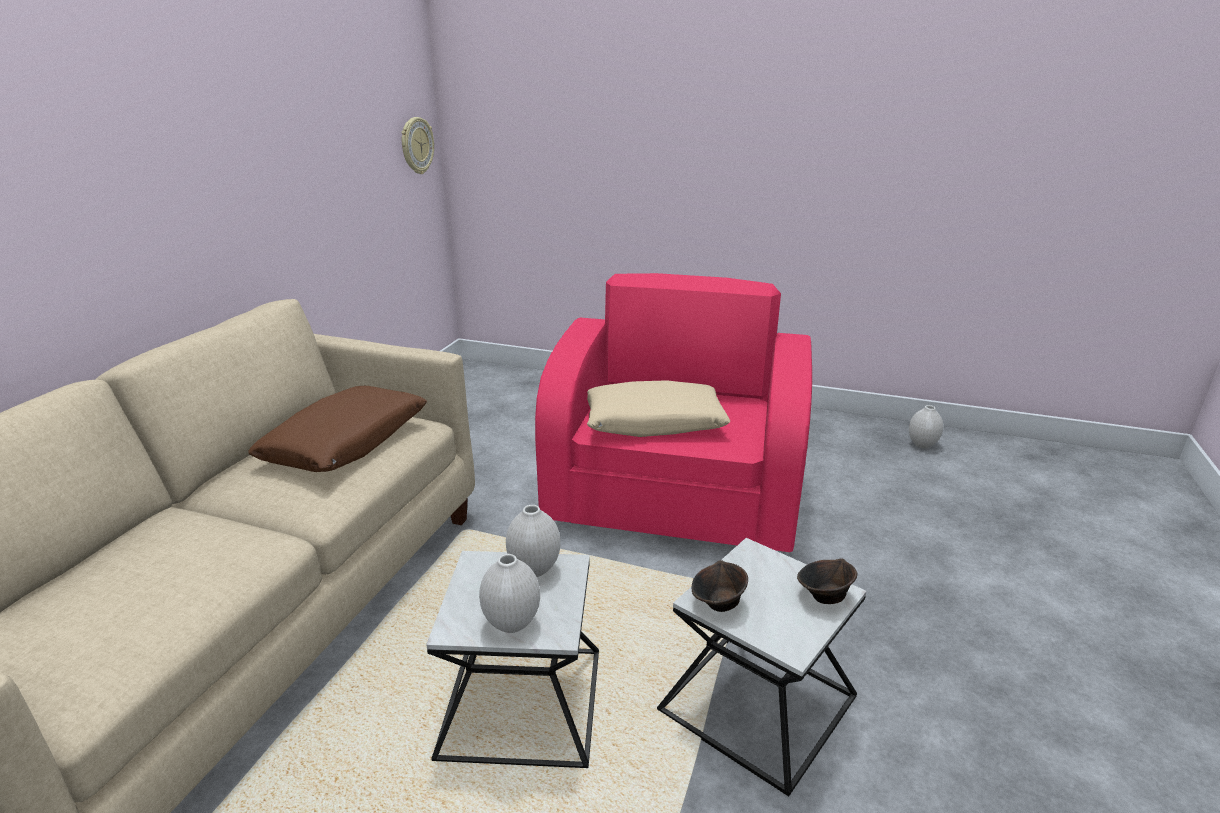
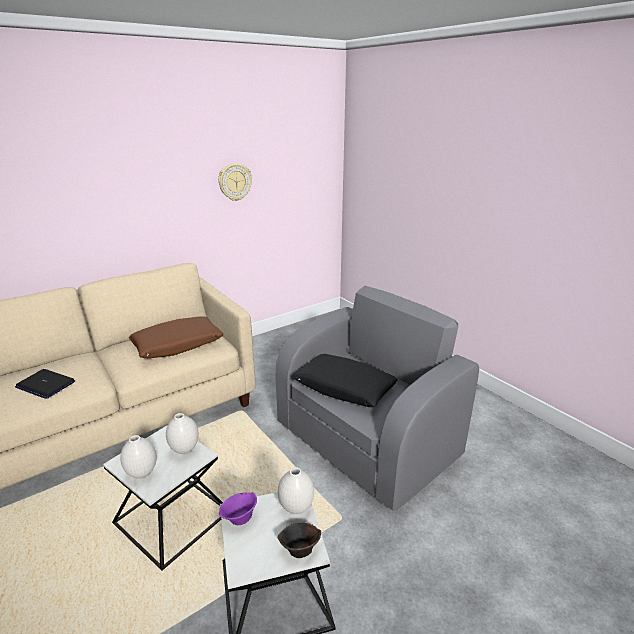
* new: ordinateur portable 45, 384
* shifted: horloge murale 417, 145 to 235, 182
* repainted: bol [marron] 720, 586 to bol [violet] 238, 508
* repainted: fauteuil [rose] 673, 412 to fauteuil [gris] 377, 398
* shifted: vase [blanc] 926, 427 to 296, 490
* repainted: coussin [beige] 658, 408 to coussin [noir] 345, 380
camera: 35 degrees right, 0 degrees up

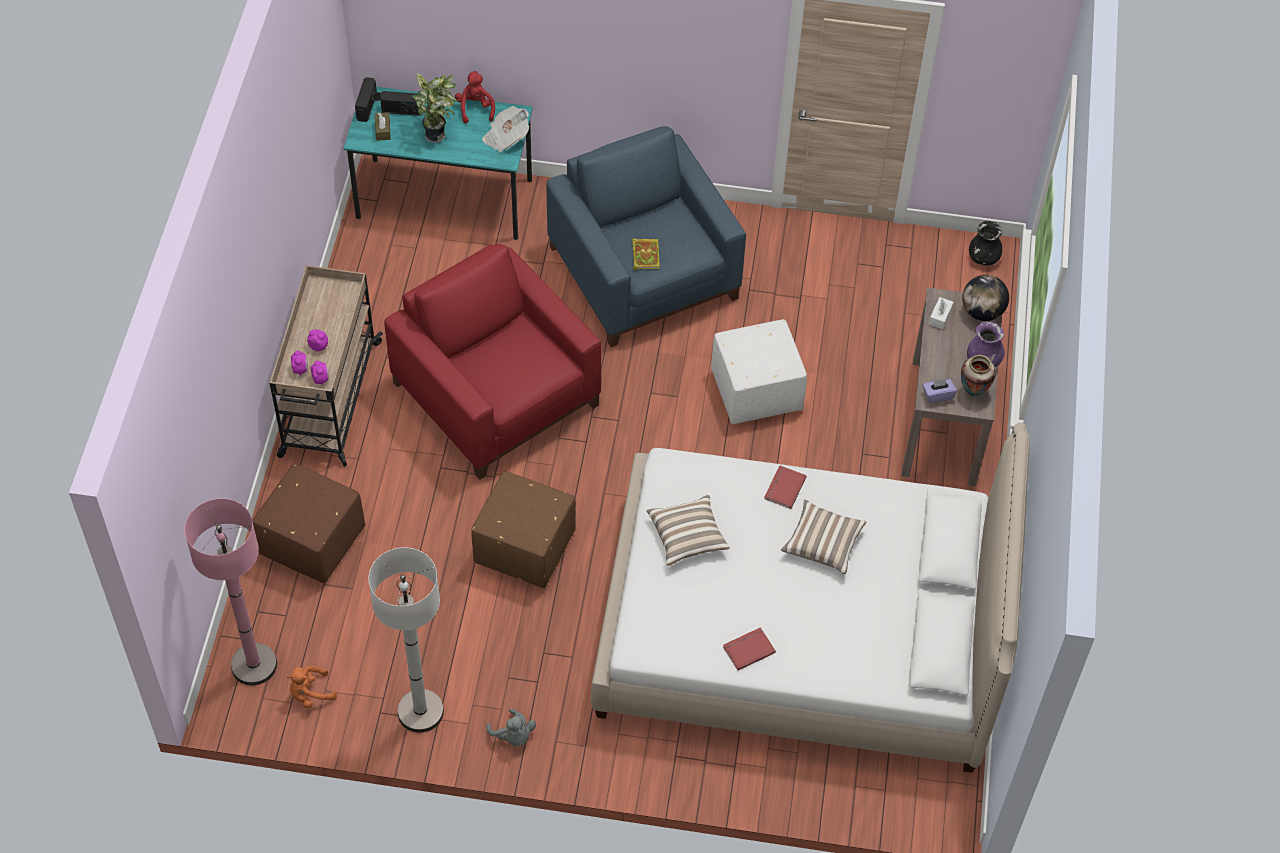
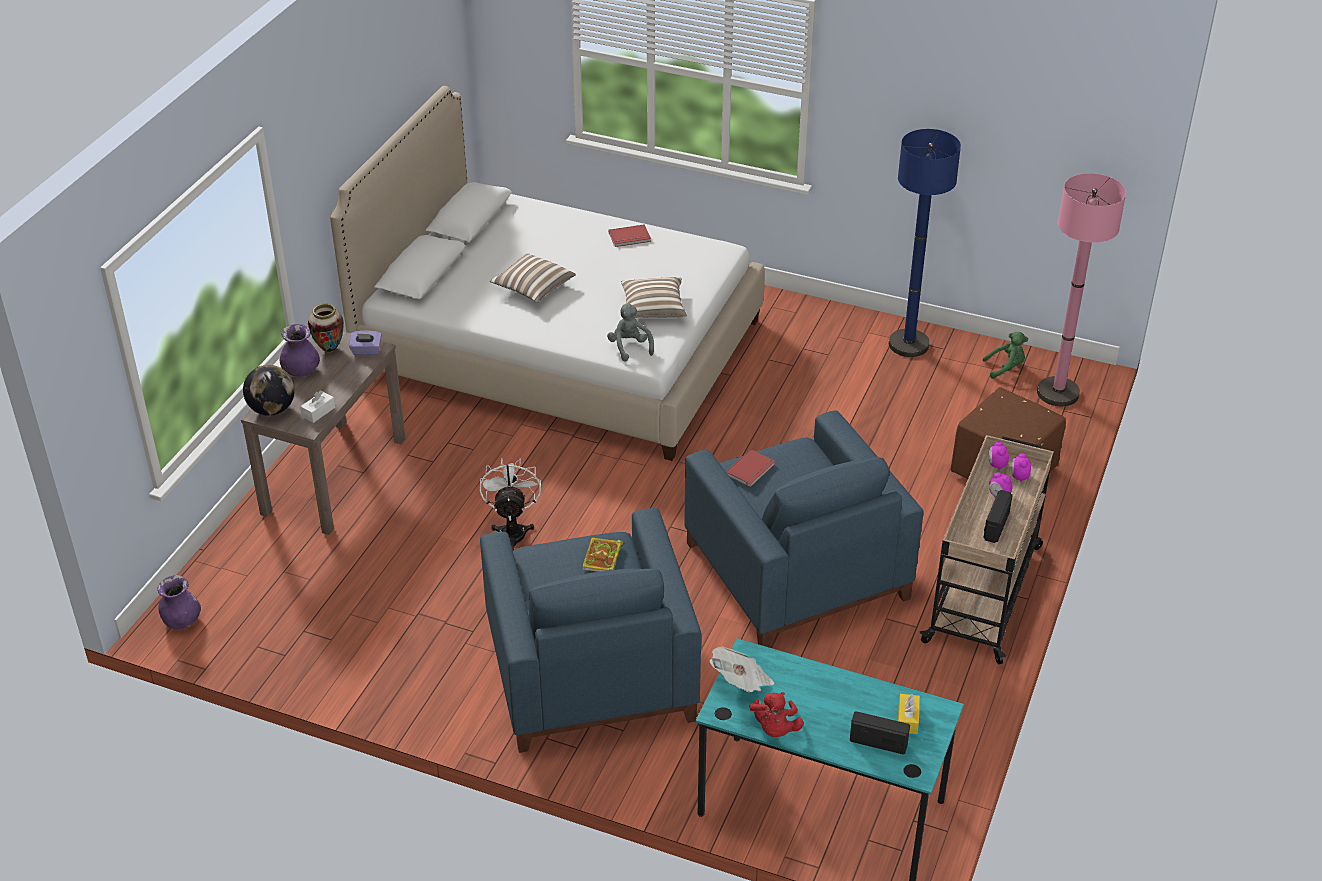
* repainted: vase [noir] 985, 243 to vase [violet] 179, 602
* swapped: pouf [blanc] 759, 371 to ventilateur [blanc] 510, 504
* shifted: peluche [gris] 511, 727 to 630, 332
* repainted: fauteuil [rouge] 493, 362 to fauteuil [bleu] 804, 529
* shifted: livre [rouge] 785, 487 to 750, 468
* repainted: lampadaire [blanc] 406, 640 to lampadaire [bleu] 925, 243
* repainted: boîte à mouchoirs [marron] 383, 126 to boîte à mouchoirs [jaune] 909, 714
* repainted: peluche [orange] 312, 687 to peluche [vert] 1005, 355
* shifted: radio 366, 99 to 998, 516
* gone: plante en pot 434, 108
* gone: pouf [marron] 523, 530
camera: 165 degrees left, 15 degrees down

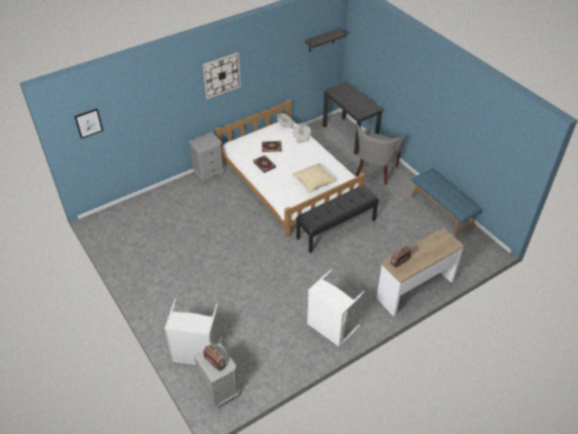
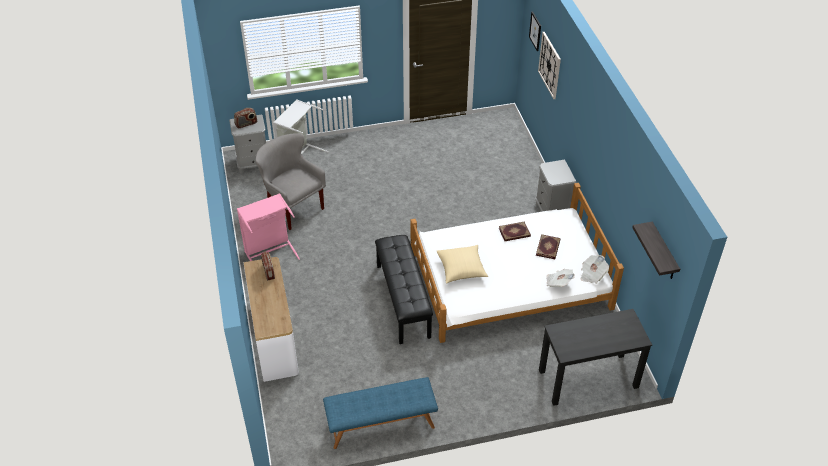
* repainted: panier à linge [blanc] 336, 308 to panier à linge [rose] 268, 227
* shifted: fauteuil [gris] 380, 155 to 291, 181
* shifted: horloge murale 222, 75 to 549, 65
camera: 110 degrees right, 0 degrees up

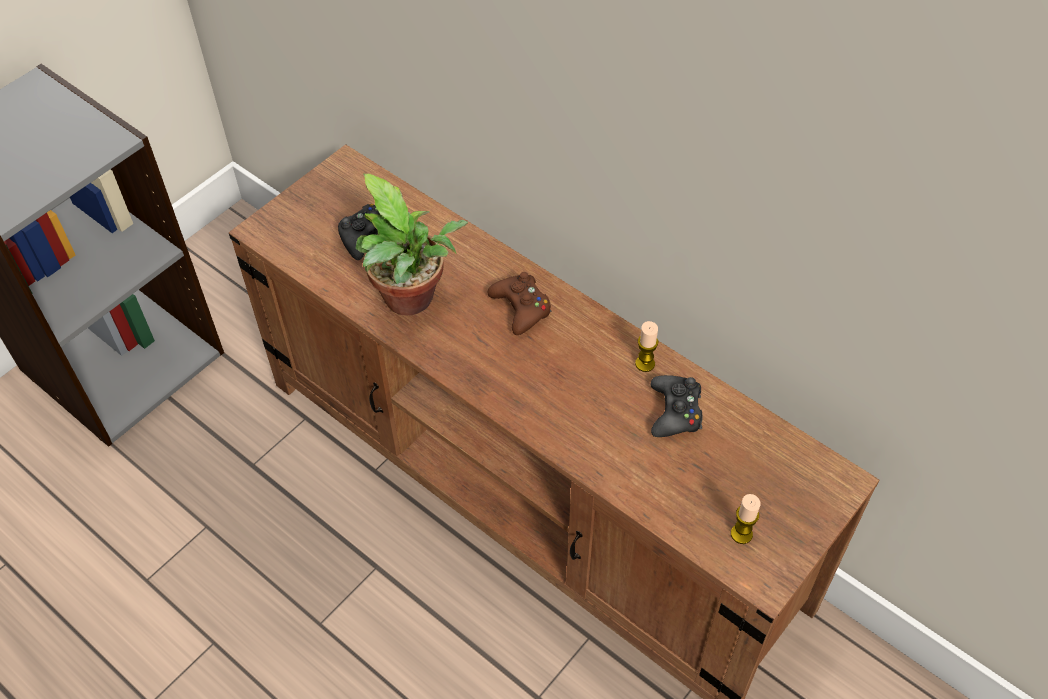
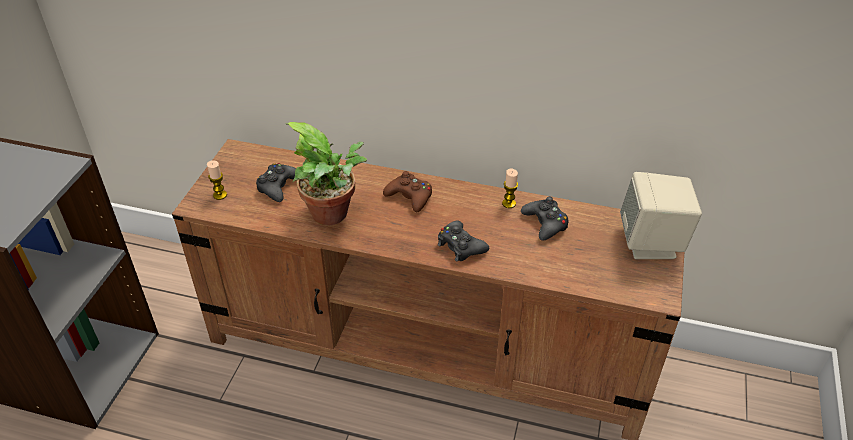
* shifted: bougie 745, 519 to 217, 180
* new: manette [noir] 463, 241
* new: enceinte [beige] 661, 215
camera: 25 degrees left, 10 degrees down

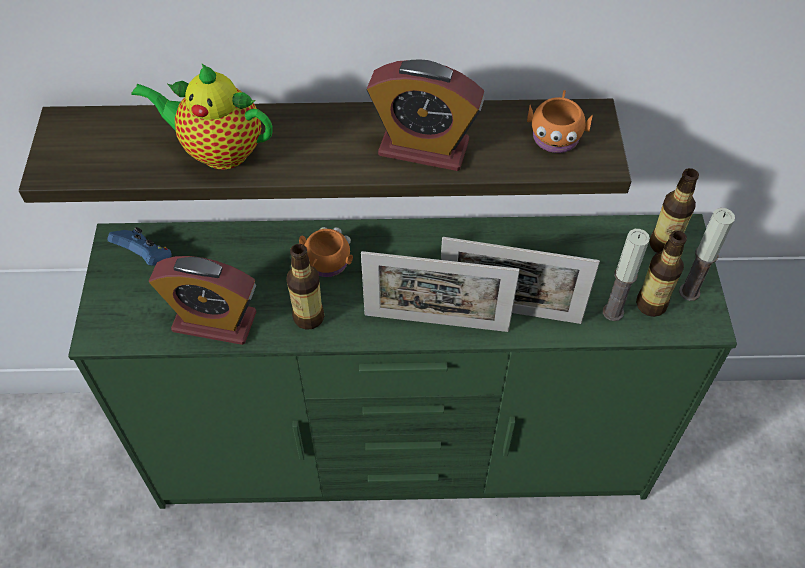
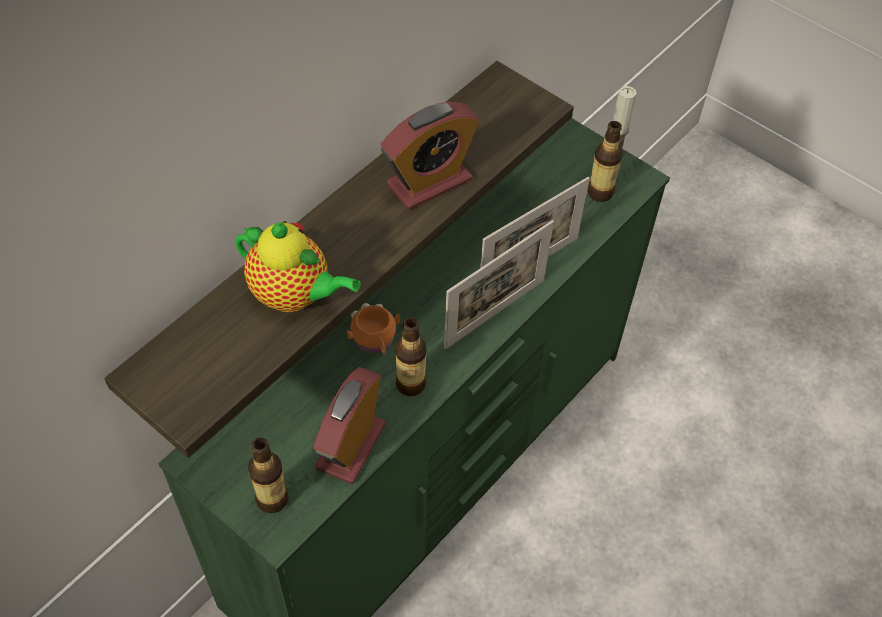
* rotated: théière 202, 116 = 298, 266 120 degrees counterclockwise
* shifted: bouteille 674, 210 to 268, 475
* rotated: réveil 202, 300 = 349, 425 150 degrees clockwise
* gone: manette [bleu] 139, 246
* gone: mug [orange] 560, 121
* gone: bougie 626, 275
camera: 50 degrees left, 0 degrees up

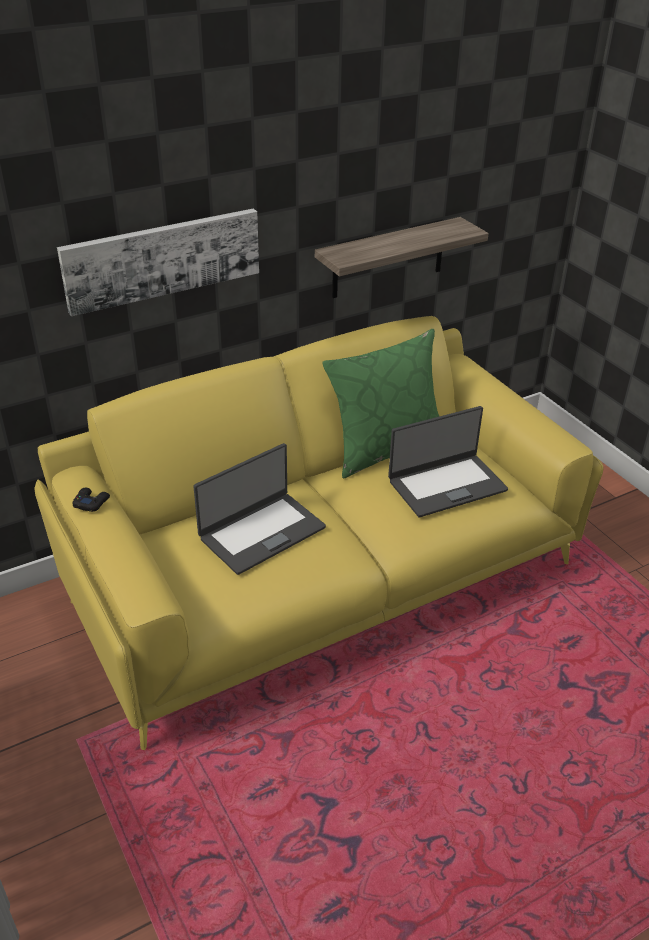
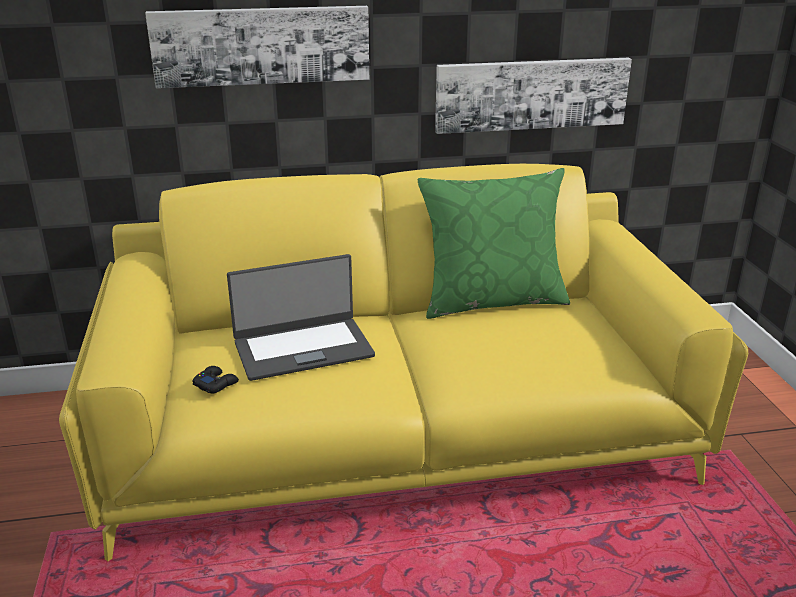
* shifted: manette [noir] 91, 500 to 215, 380
* swapped: étagère 402, 257 to tableau 533, 96
* gone: ordinateur portable 448, 461
camera: 20 degrees right, 10 degrees down

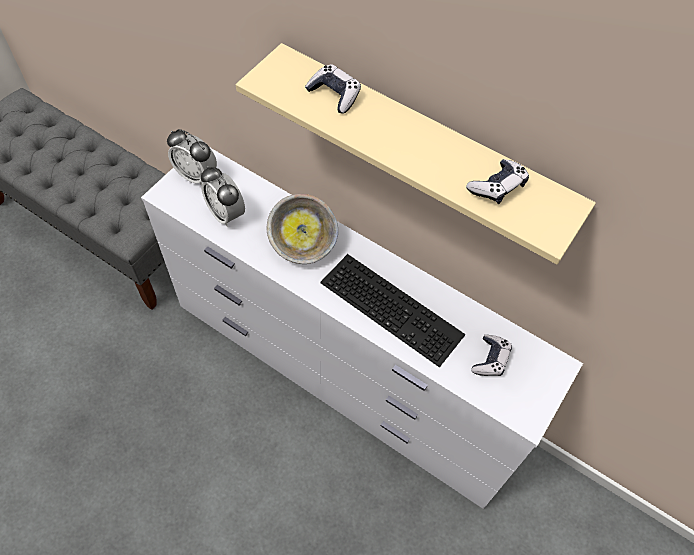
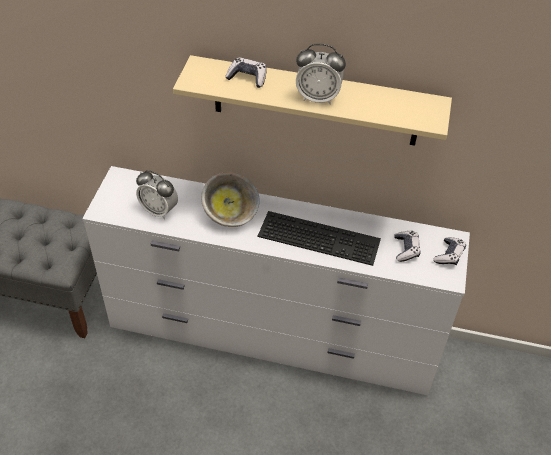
* shifted: réveil 192, 157 to 321, 74
* shifted: manette 497, 181 to 449, 251
camera: 20 degrees left, 10 degrees down

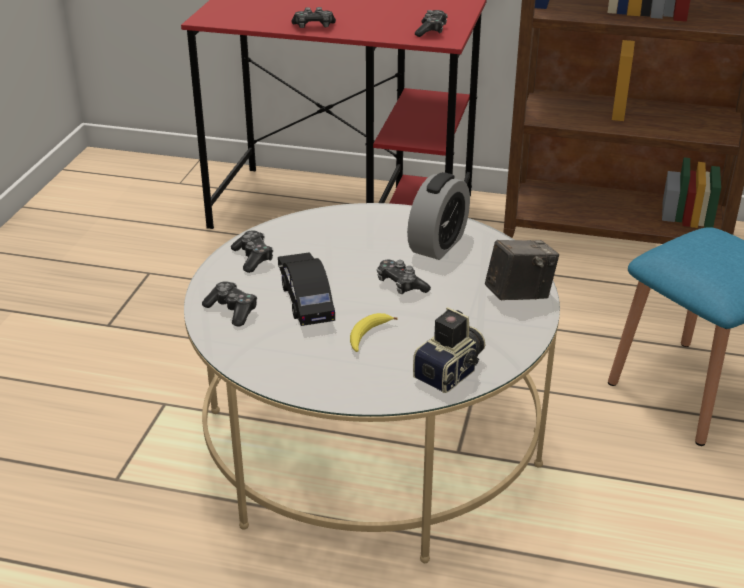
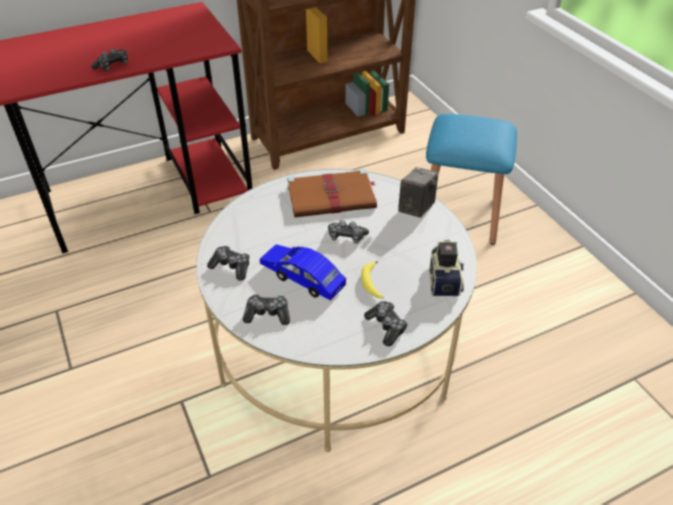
* repainted: petite voiture [noir] 306, 289 to petite voiture [bleu] 303, 272
* swapped: réveil 438, 216 to livre [marron] 332, 193
* shifted: manette 431, 23 to 386, 323
camera: 40 degrees left, 10 degrees up

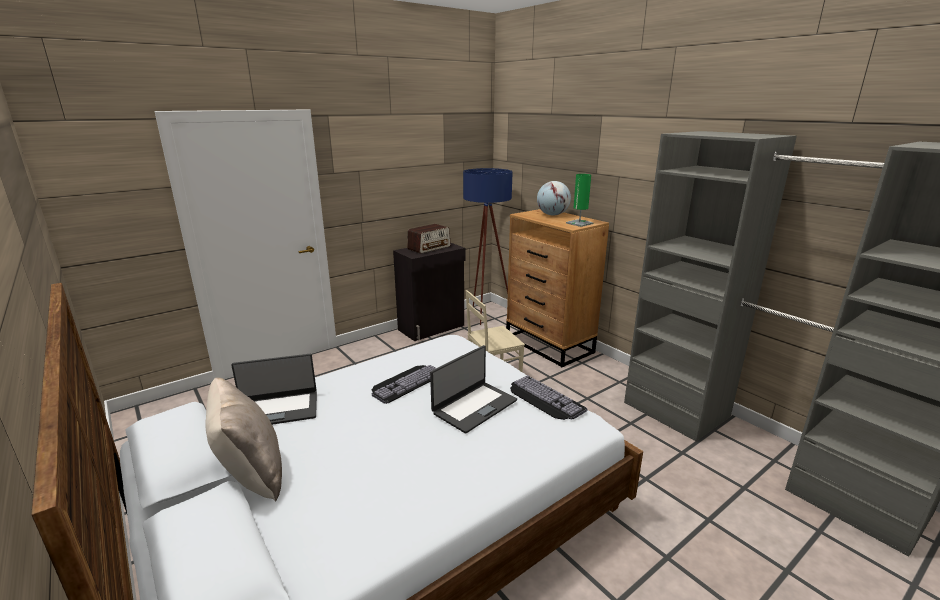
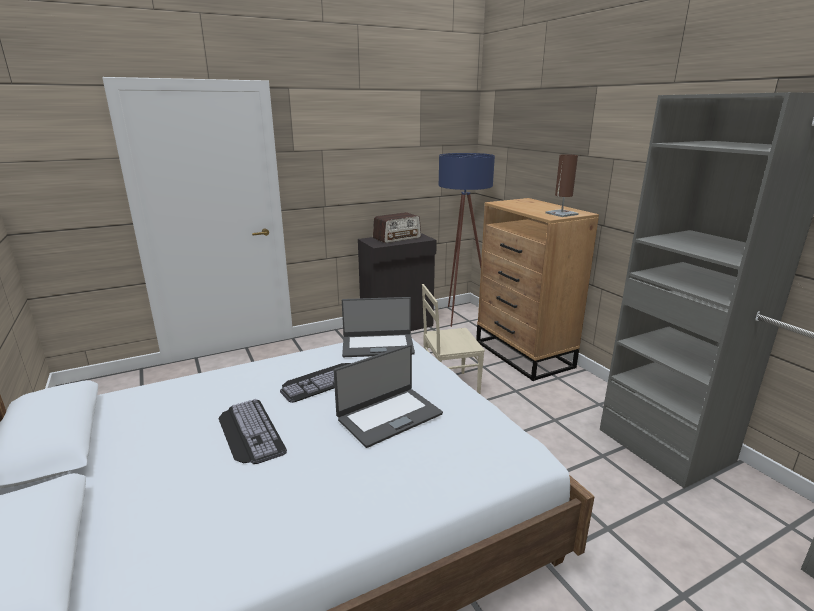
* shifted: clavier 549, 397 to 252, 431
* shifted: ordinateur portable 274, 389 to 378, 327
* repainted: lampe de table [vert] 579, 200 to lampe de table [marron] 562, 185
* gone: coussin [beige] 243, 439
* gone: globe 554, 198
camera: 10 degrees right, 0 degrees up

